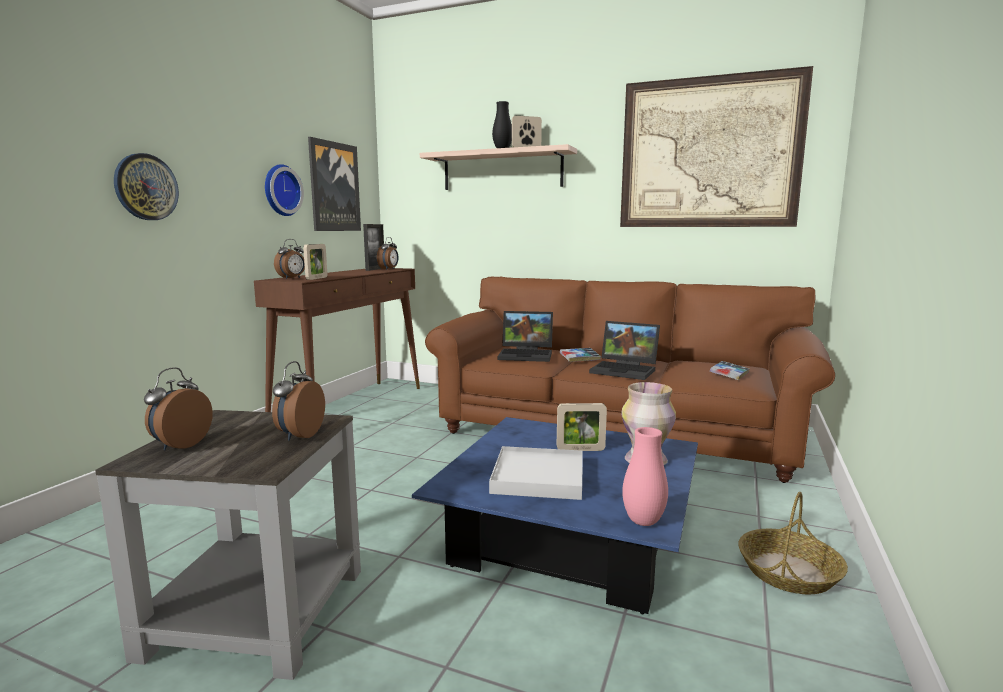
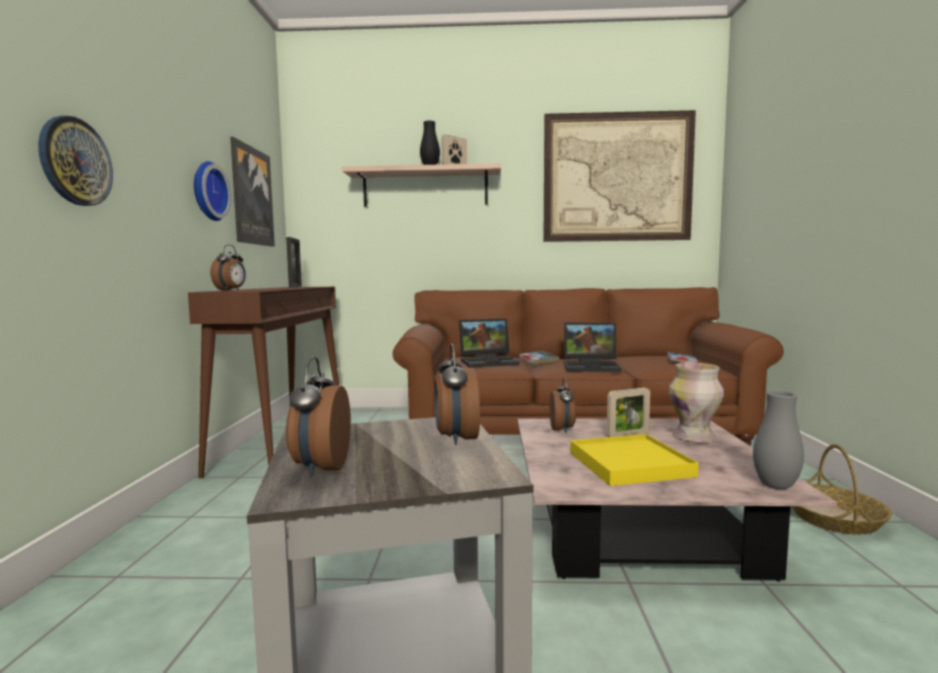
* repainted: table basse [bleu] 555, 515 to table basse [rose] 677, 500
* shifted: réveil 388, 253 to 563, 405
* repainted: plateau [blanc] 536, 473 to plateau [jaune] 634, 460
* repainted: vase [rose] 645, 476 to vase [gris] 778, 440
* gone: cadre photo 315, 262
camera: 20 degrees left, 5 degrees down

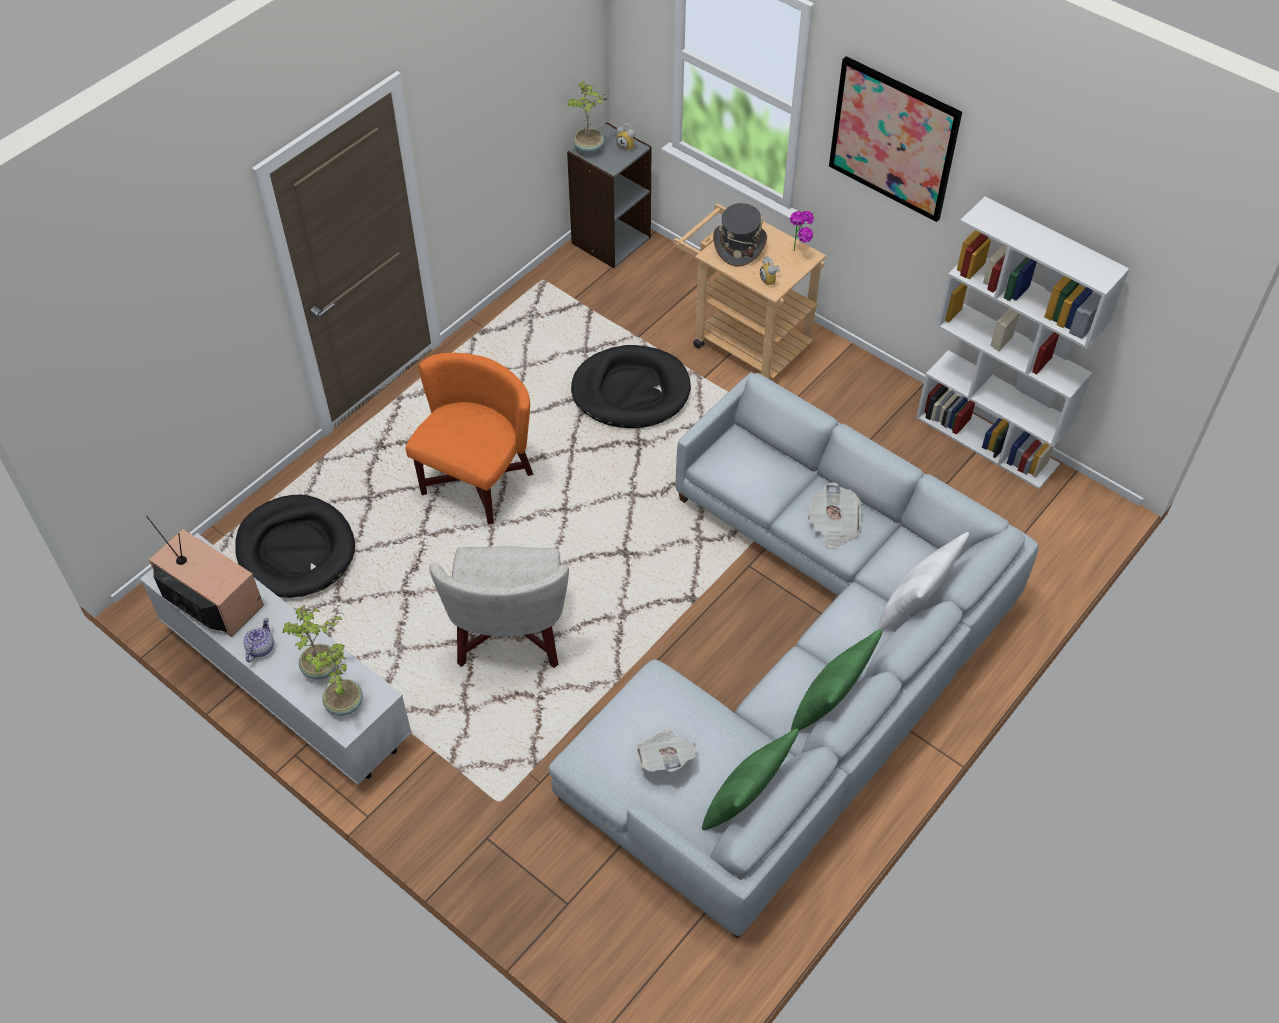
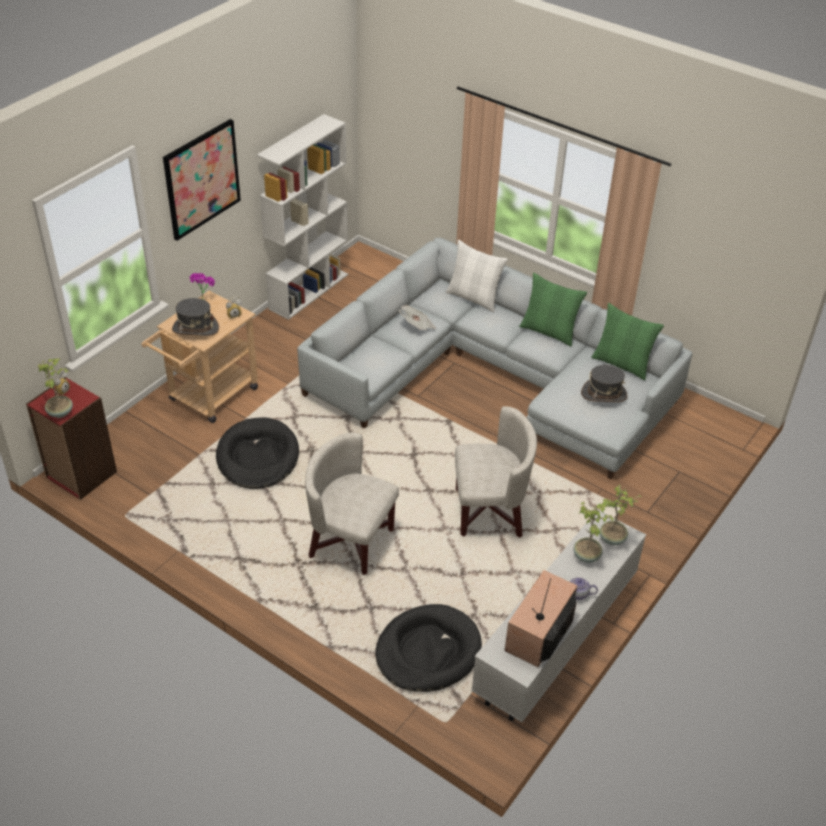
* repainted: bibliothèque [gris] 609, 195 to bibliothèque [rouge] 71, 438
* repainted: fauteuil [orange] 470, 438 to fauteuil [blanc] 352, 504
* swapped: journal 666, 750 to chapeau [gris] 604, 383
camera: 95 degrees left, 10 degrees down

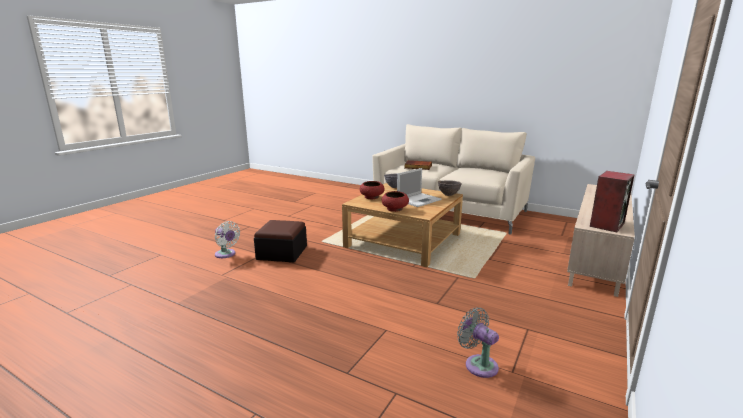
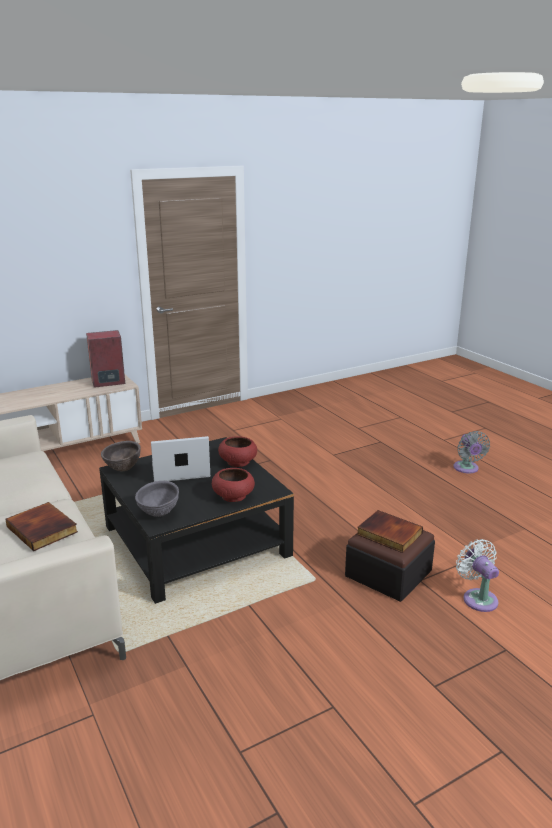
* repainted: table basse [beige] 402, 225 to table basse [noir] 196, 520
* new: livre 390, 531
* shifted: ventilateur [gris] 478, 342 to 472, 452
camera: 150 degrees left, 5 degrees up

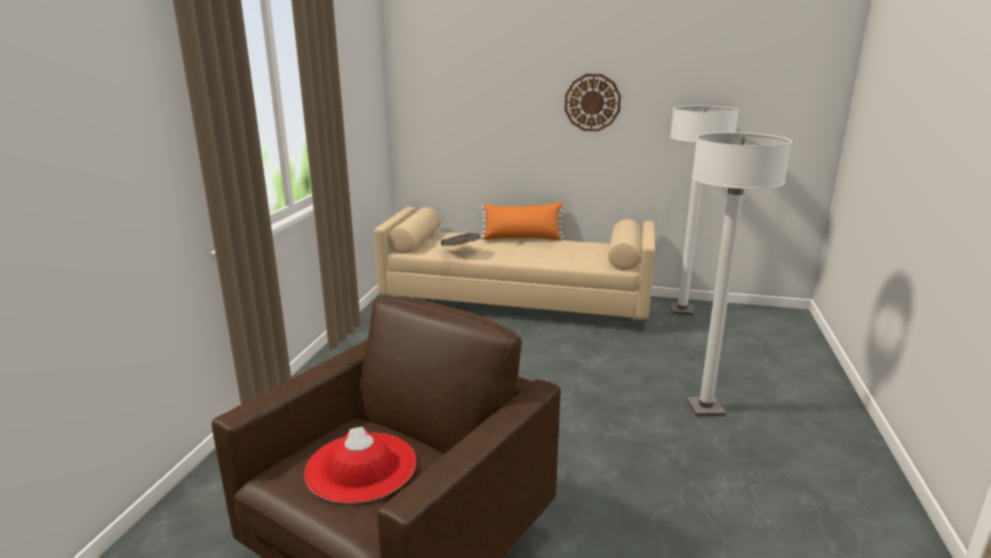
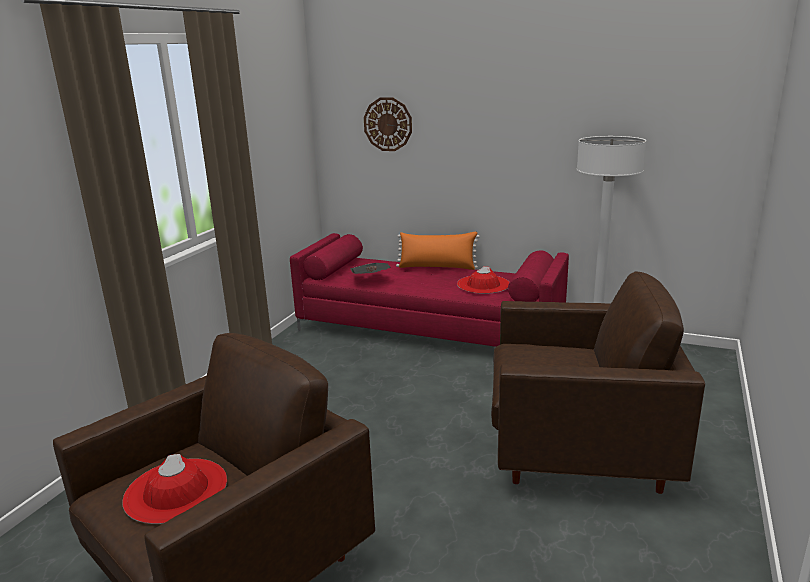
* repainted: canapé [beige] 514, 270 to canapé [rouge] 429, 290
* shifted: horloge murale 593, 102 to 388, 124
* new: chapeau [rouge] 483, 280
* swapped: lampadaire [blanc] 739, 274 to fauteuil [marron] 598, 382
camera: 10 degrees right, 0 degrees up

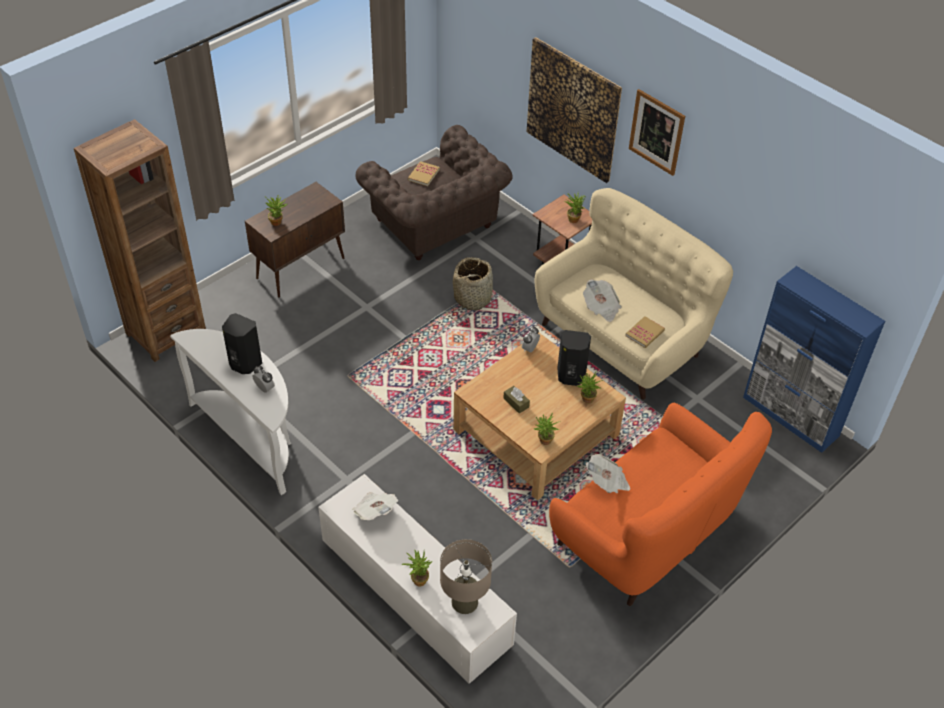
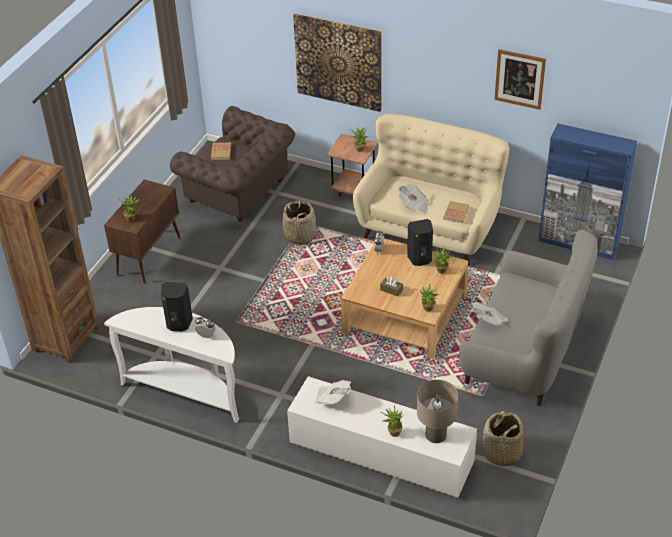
* repainted: canapé [orange] 660, 504 to canapé [gris] 528, 318
* new: panier 503, 439
* shifted: tableau 657, 132 to 520, 79
camera: 20 degrees left, 5 degrees down

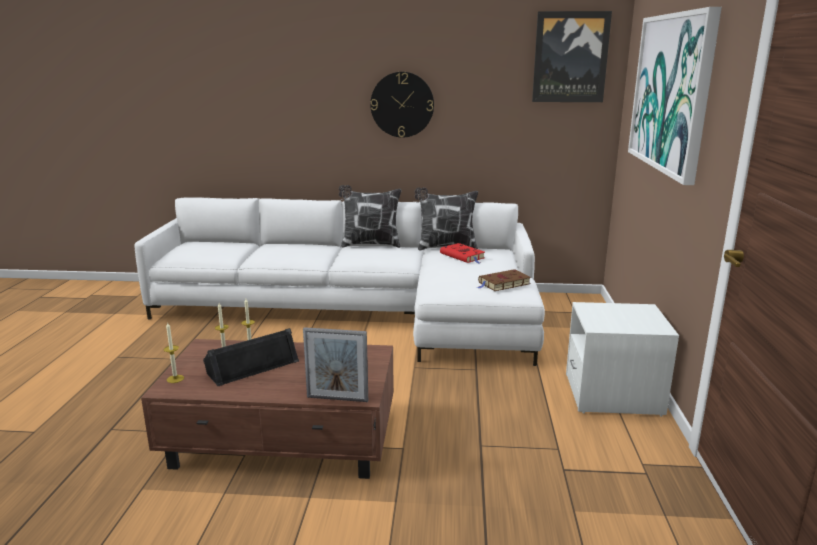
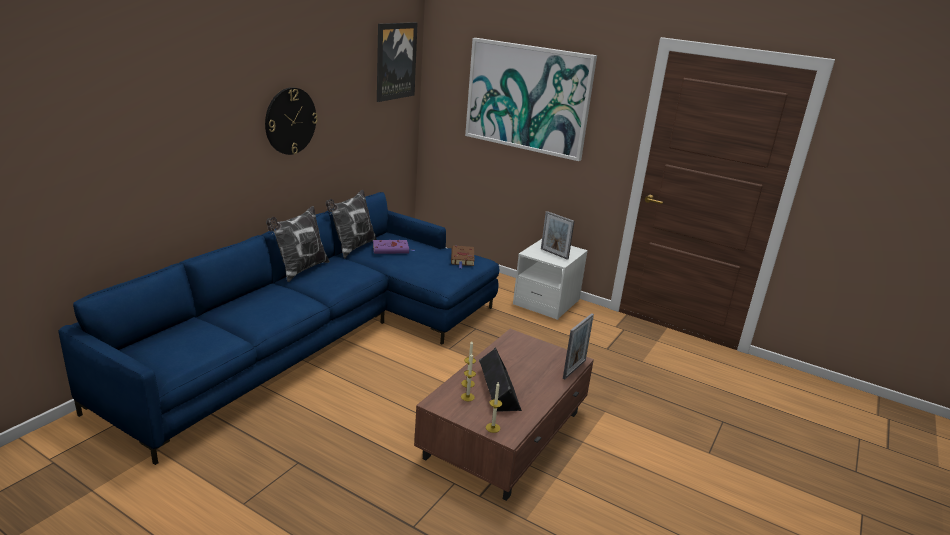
* repainted: canapé [blanc] 339, 281 to canapé [bleu] 279, 328
* repainted: livre [rouge] 462, 253 to livre [violet] 393, 247
* new: cadre photo 557, 235
camera: 65 degrees left, 5 degrees up

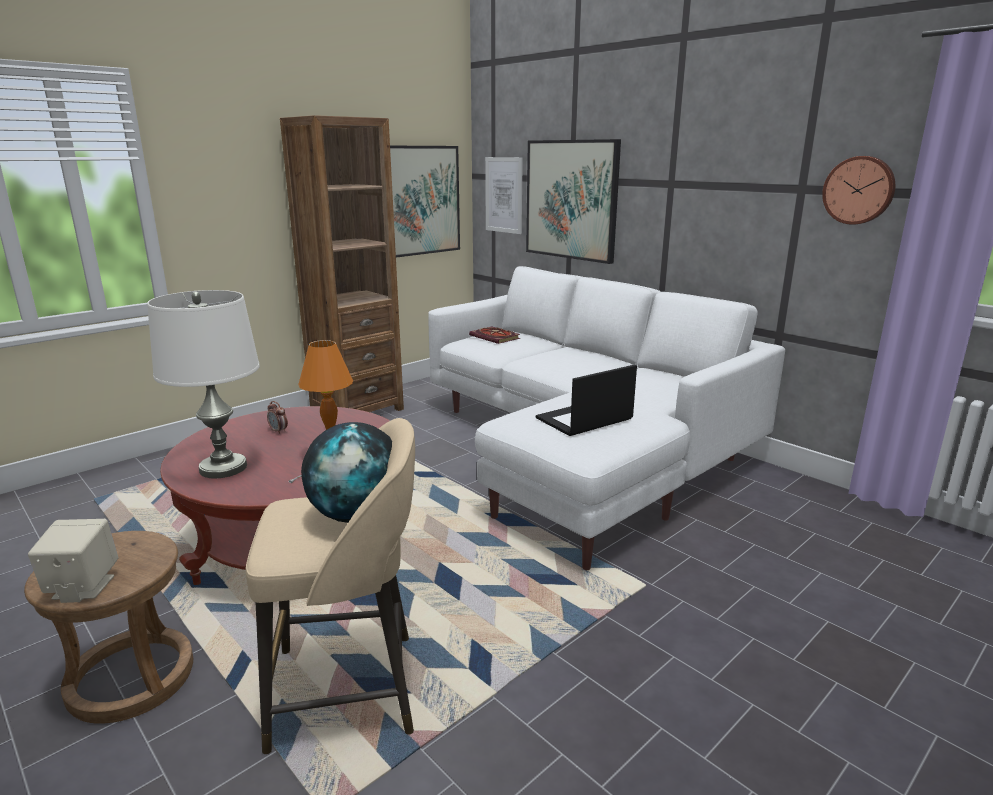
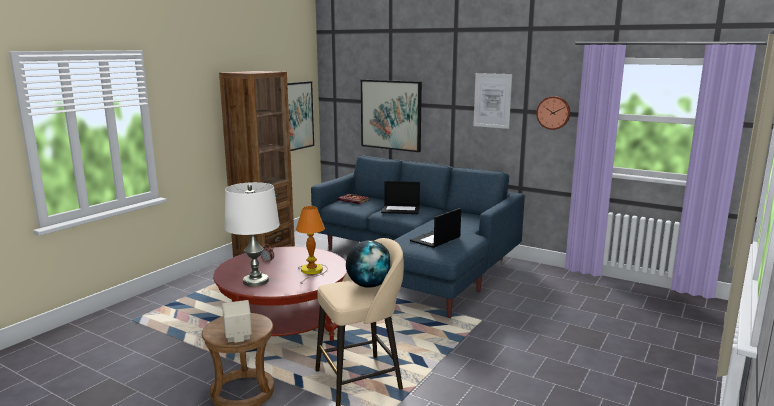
* repainted: canapé [blanc] 606, 418 to canapé [bleu] 418, 236
* new: ordinateur portable 400, 197
* shifted: tableau 504, 195 to 492, 101
camera: 15 degrees left, 5 degrees down

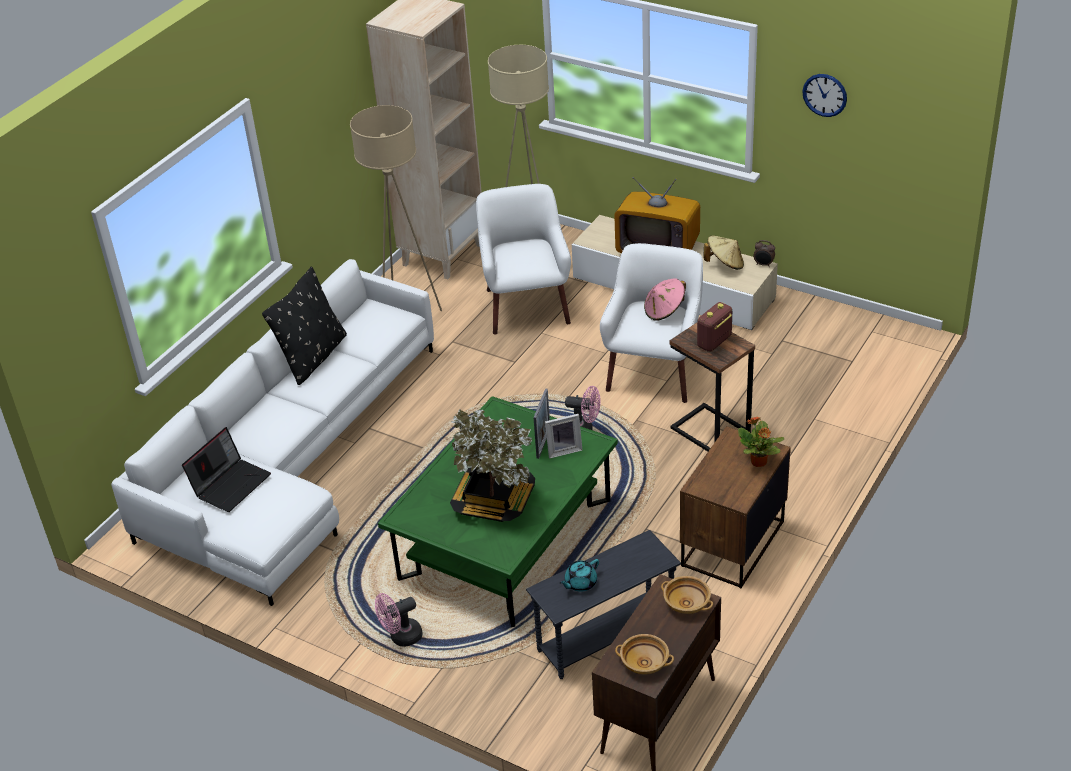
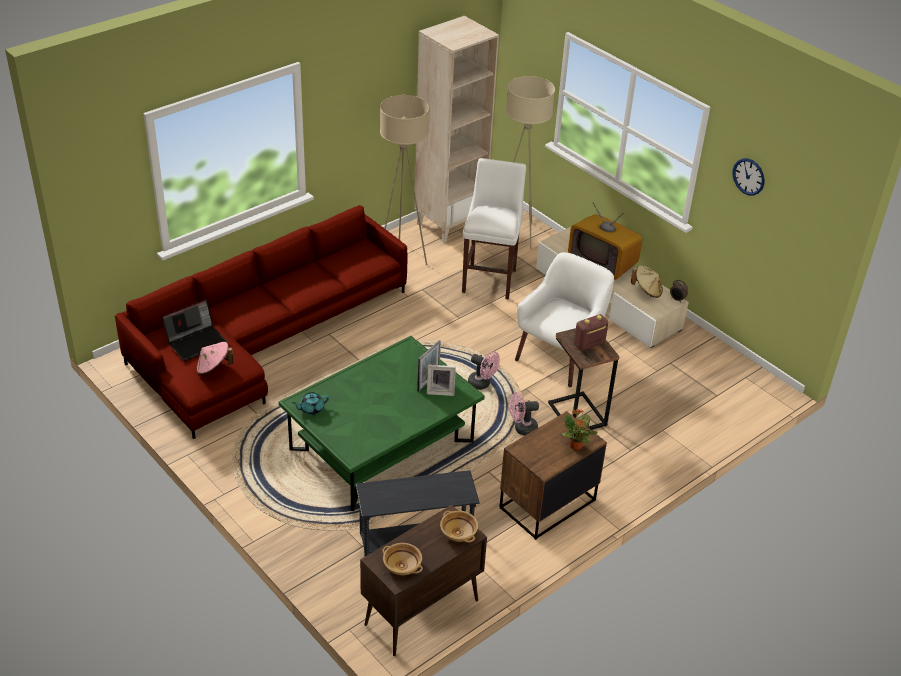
* repainted: canapé [blanc] 272, 432 to canapé [rouge] 261, 322
* shifted: chapeau [rose] 665, 299 to 215, 358
* shifted: théière [turquoise] 579, 575 to 310, 403
* swapped: fauteuil [blanc] 523, 259 to tabouret [blanc] 494, 228
* shifted: ventilateur [rose] 399, 619 to 524, 414
* gone: coussin [noir] 304, 326
* gone: plante en pot 492, 465
camera: 15 degrees right, 0 degrees up

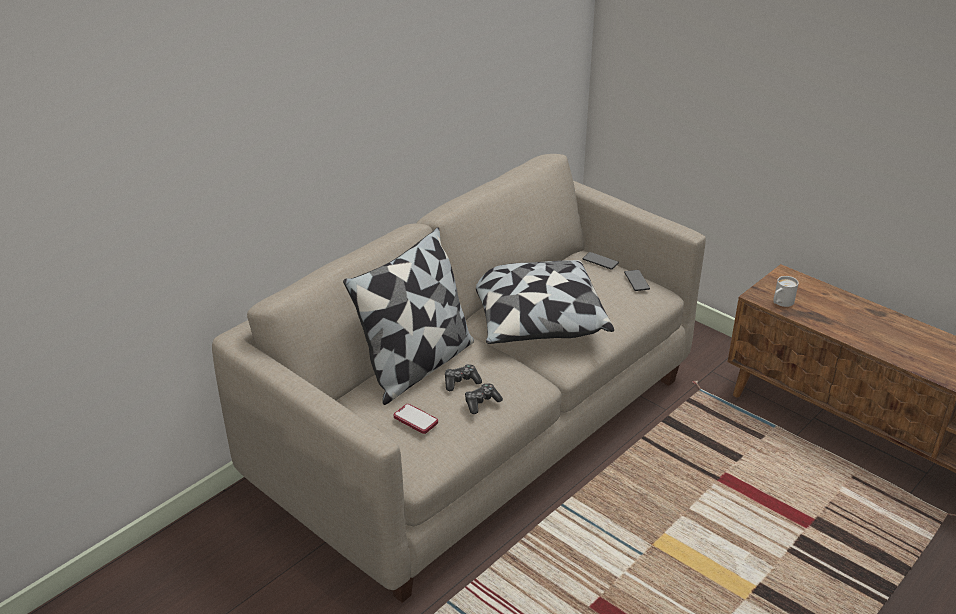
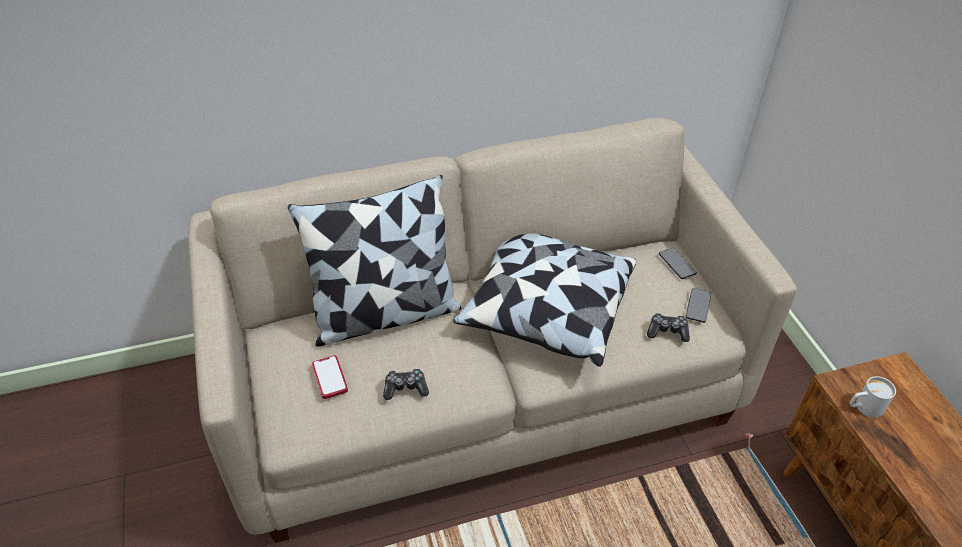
* shifted: manette 463, 377 to 668, 327
camera: 30 degrees right, 10 degrees up

